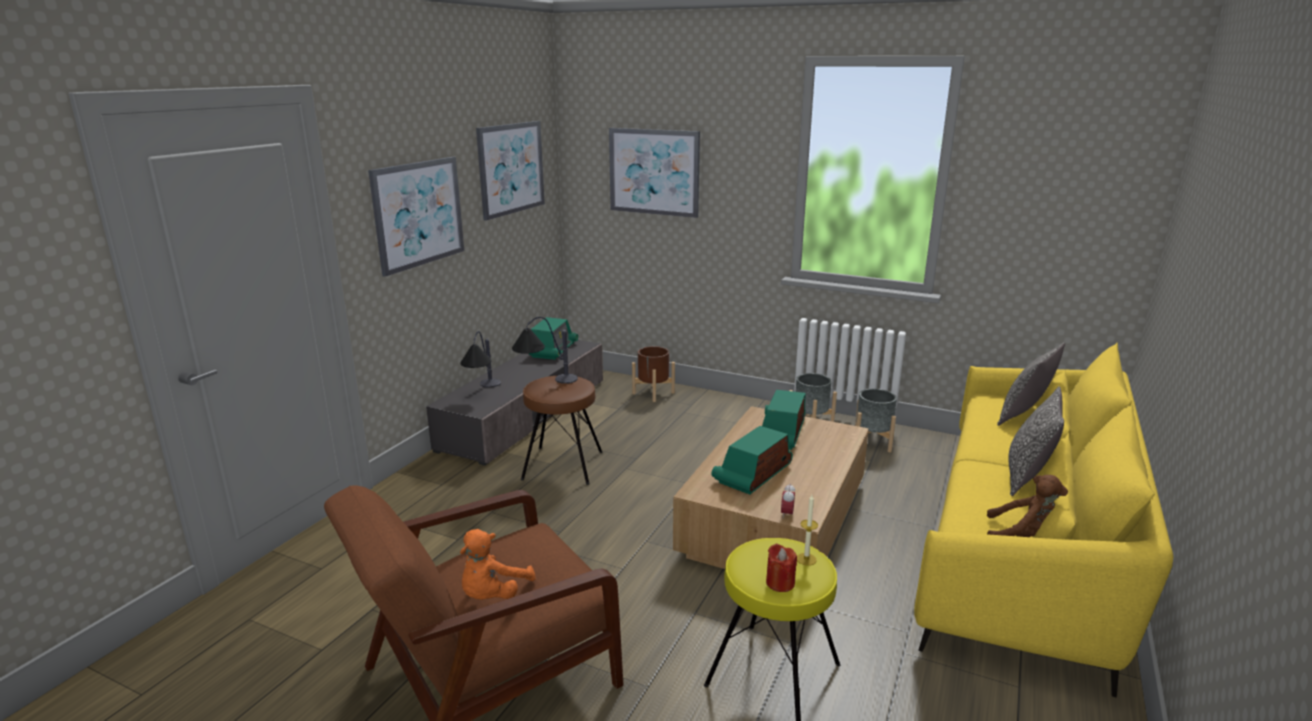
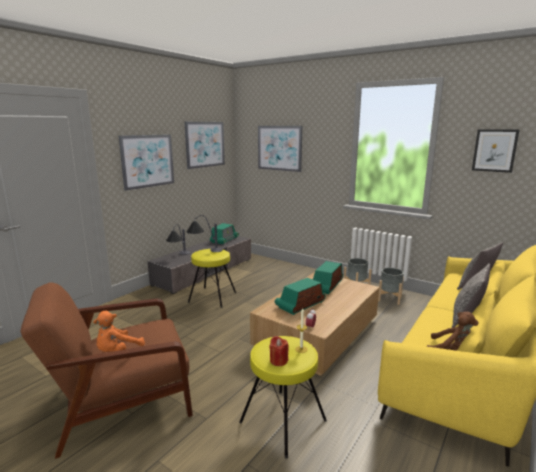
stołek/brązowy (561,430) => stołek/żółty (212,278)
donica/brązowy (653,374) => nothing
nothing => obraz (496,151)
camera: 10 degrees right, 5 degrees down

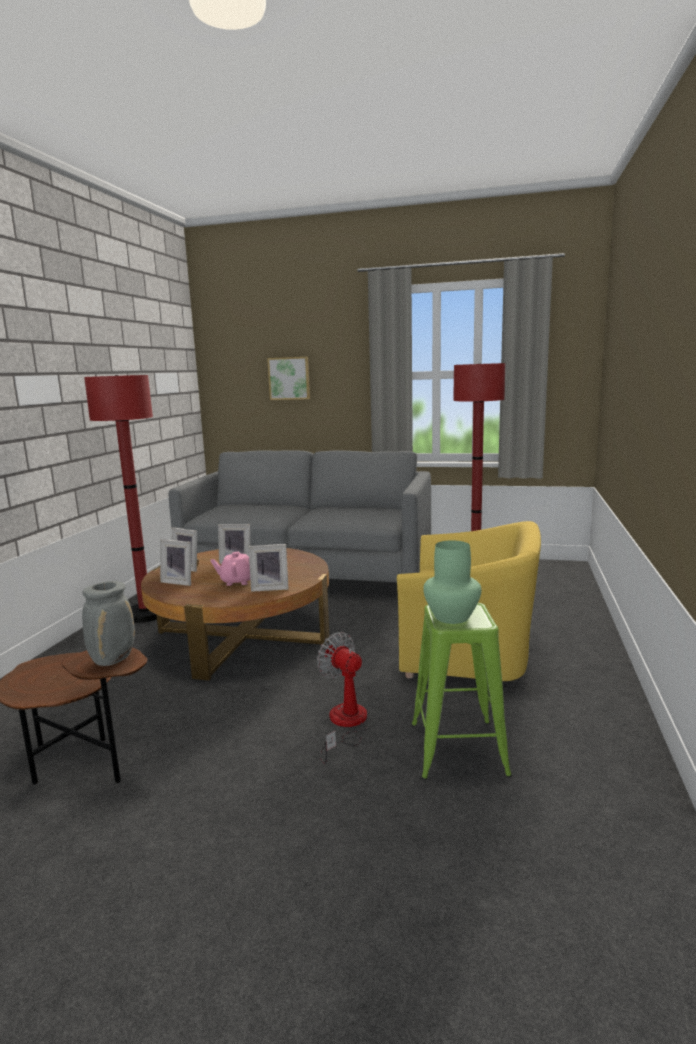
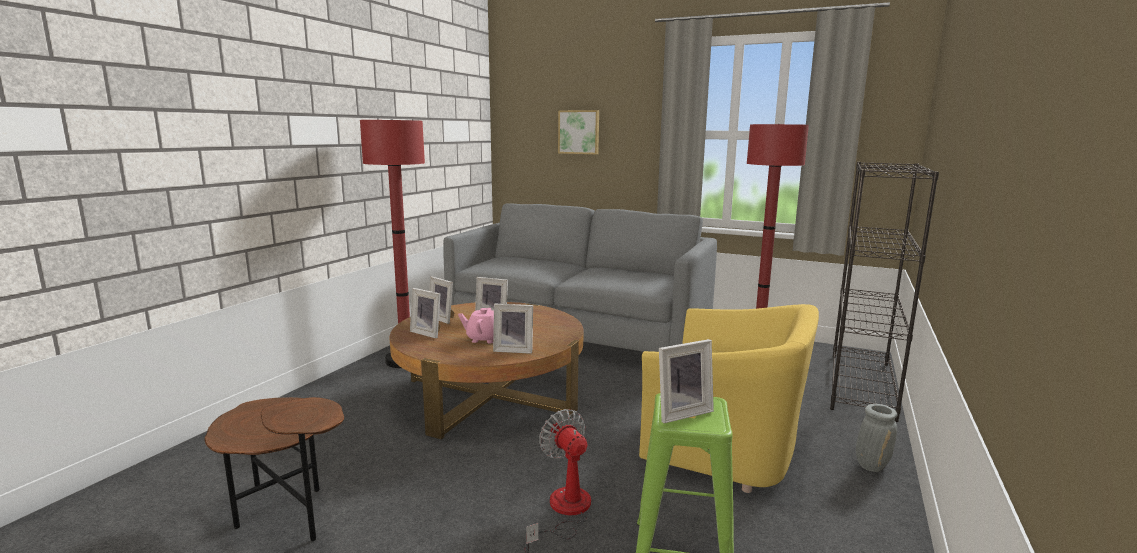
wazon/szary (108,623) => wazon/szary (876,438), move
wazon/zielony (452,582) => ramka na zdjęcie (686,381)
nothing => regał/czarny (884,292)
camera: 10 degrees right, 0 degrees up

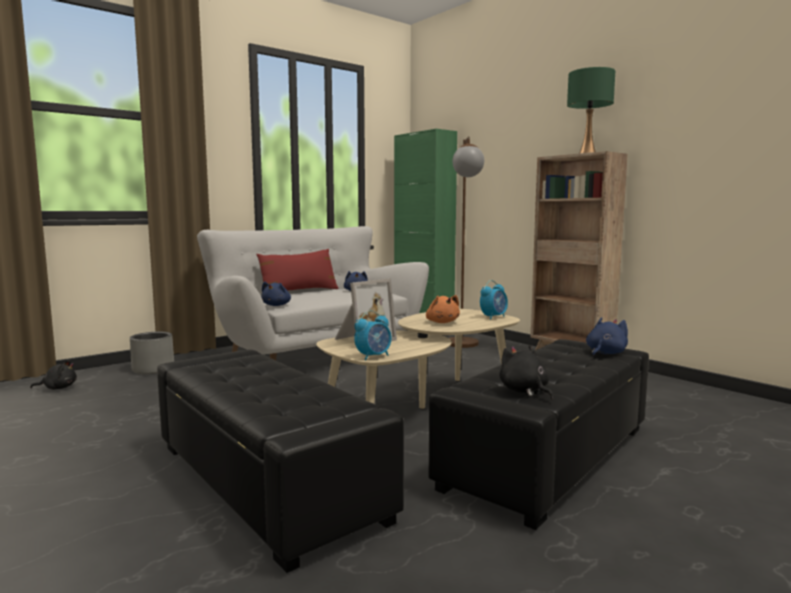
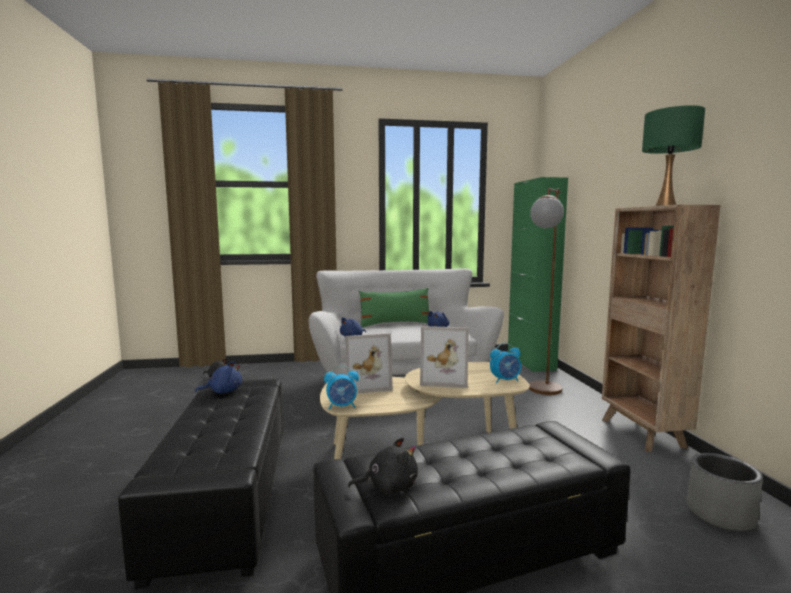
donica/szary (152,353) => donica/szary (725,492), move
poduszka/czerwony (297,270) => poduszka/zielony (394,307)
pluszak/pomarańczowy (443,309) => ramka na zdjęcie (444,357)
pluszak/czarny (526,372) => pluszak/czarny (383,466), 75 degrees clockwise
pluszak/niebieski (607,336) => pluszak/niebieski (218,377), move
camera: 30 degrees right, 0 degrees up

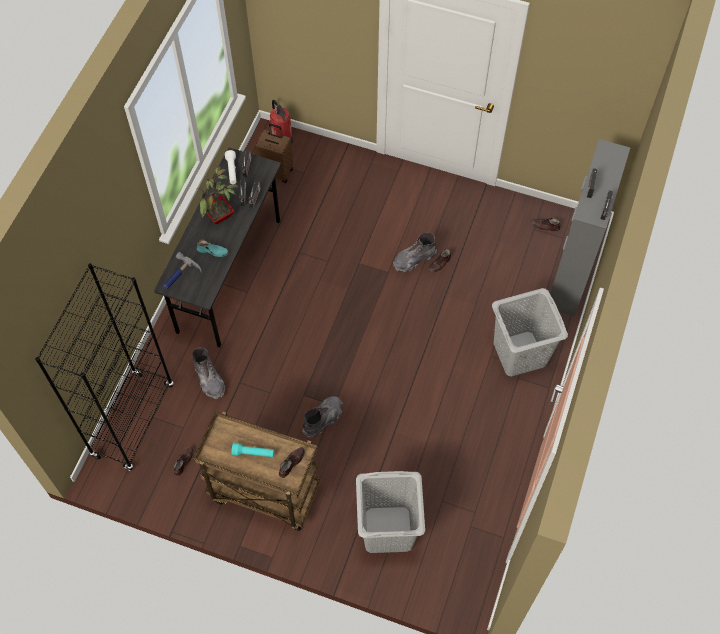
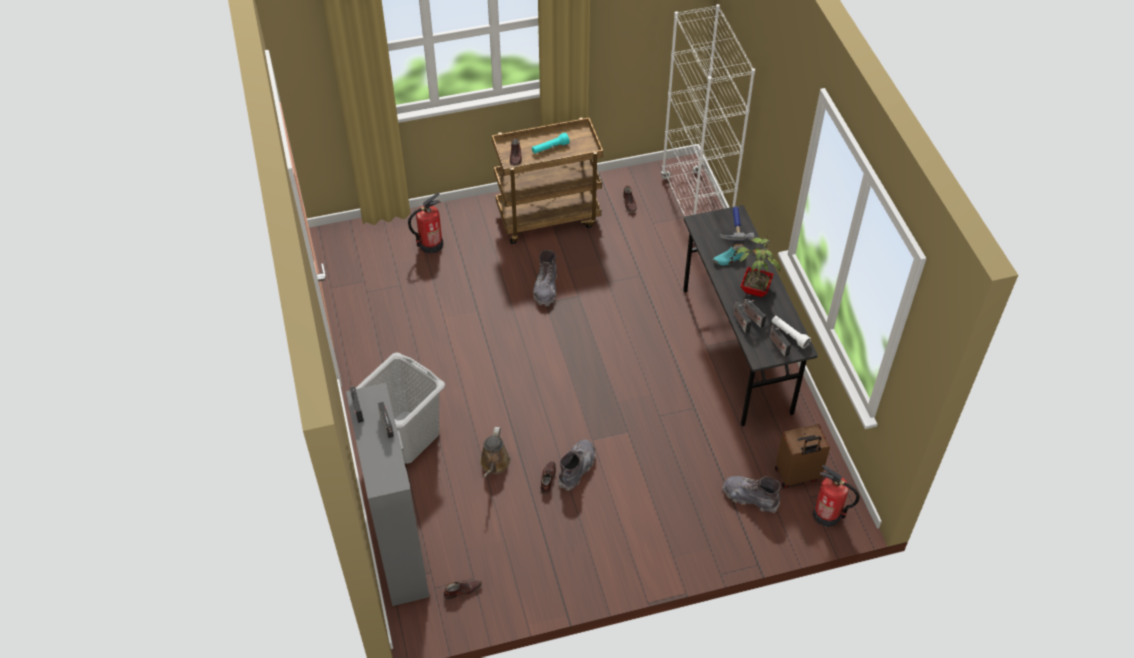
regał/czarny (104,367) => regał/biały (708,123)
but z cholewką/szary (208,373) => but z cholewką/szary (751,494), move
kosz na pranie/szary (390,512) => gaśnica (425,223)
nothing => konewka/brązowy (495,452)
camera: 145 degrees right, 10 degrees down

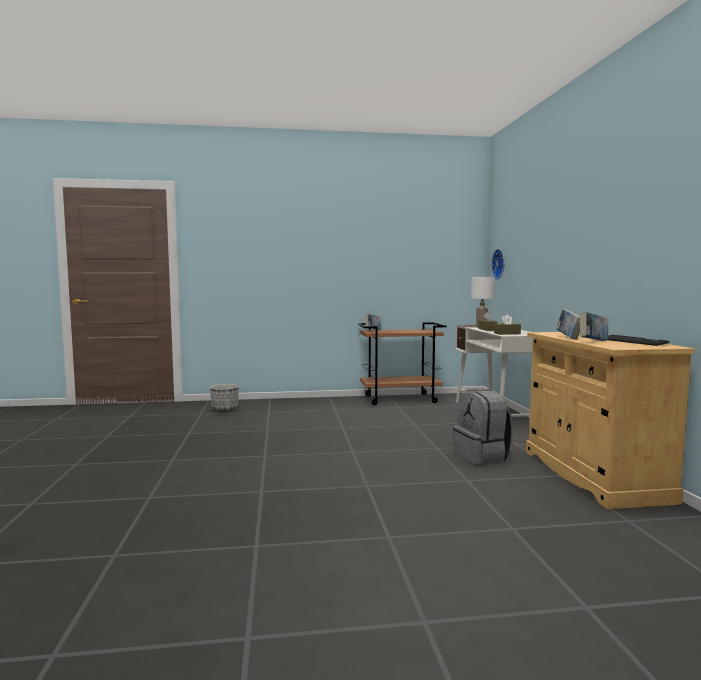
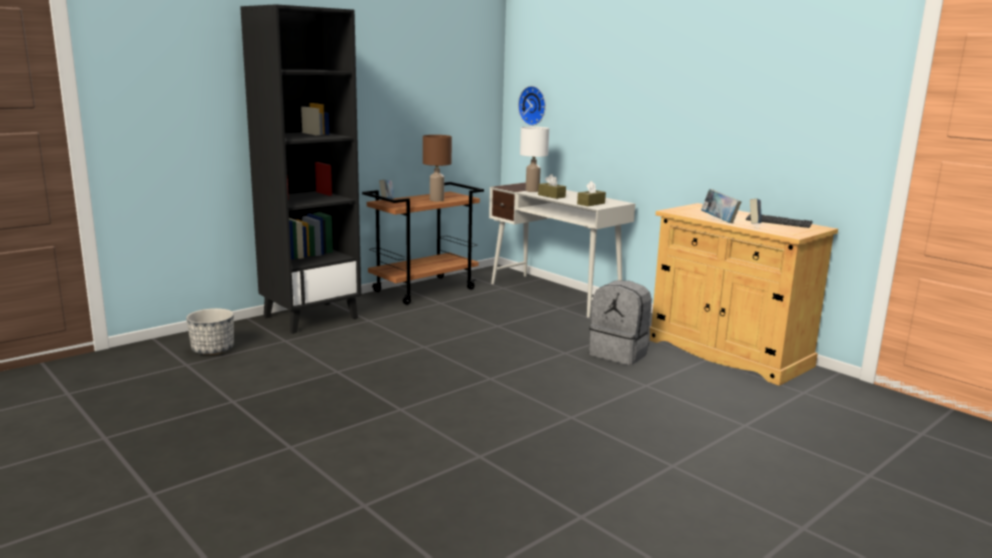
nothing => regał/czarny (300,169)
nothing => lampa stołowa/brązowy (437,168)
camera: 35 degrees left, 10 degrees up

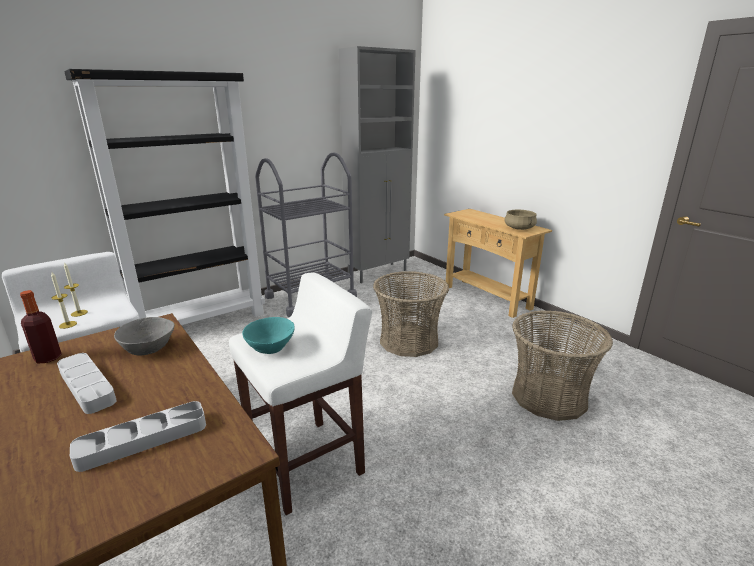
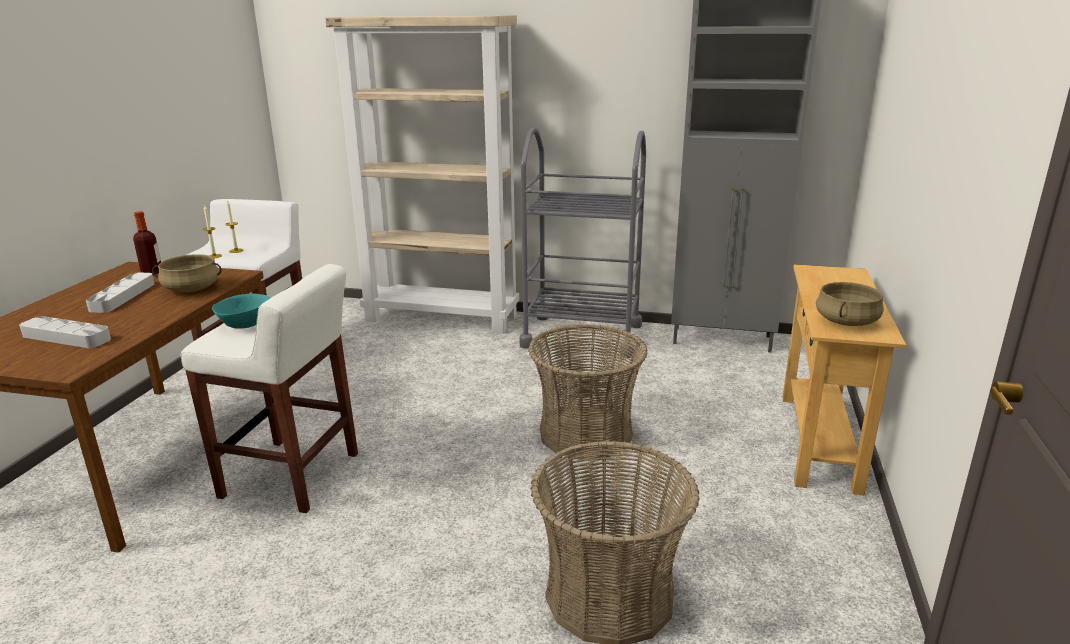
regał/czarny (164,197) => regał/beżowy (422,174)
miska/szary (144,336) => garnek/beżowy (187,273)
camera: 50 degrees right, 0 degrees up

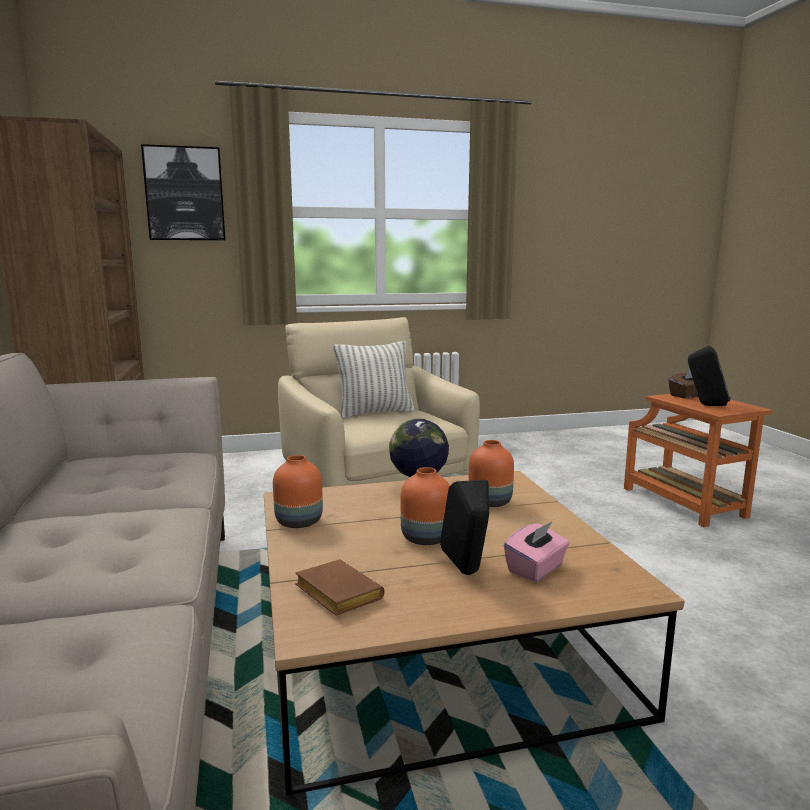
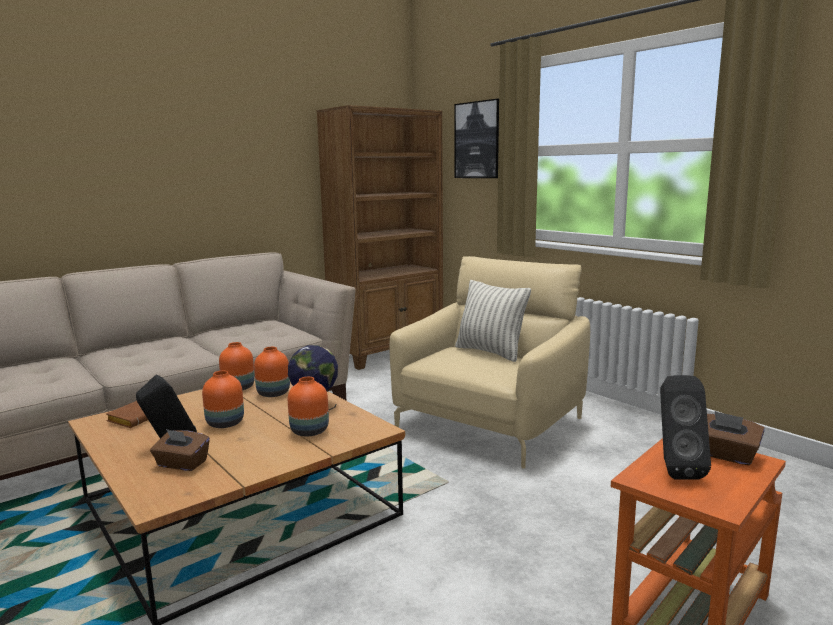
pudełko chusteczek/różowy (537,551) => pudełko chusteczek/brązowy (180,450)
nothing => wazon/pomarańczowy (272,372)
camera: 65 degrees right, 0 degrees up

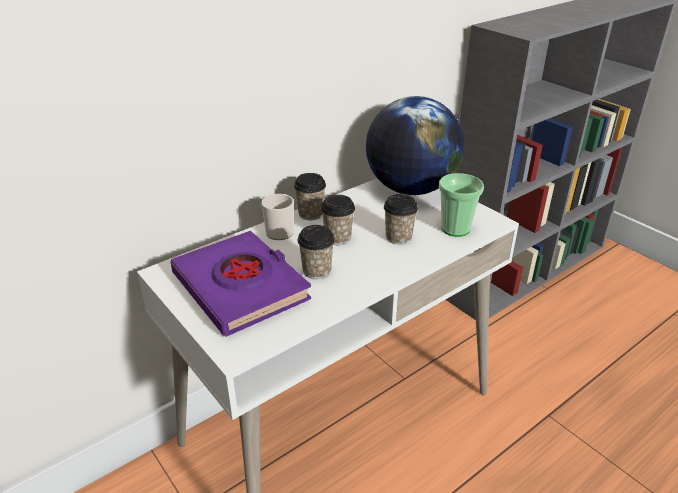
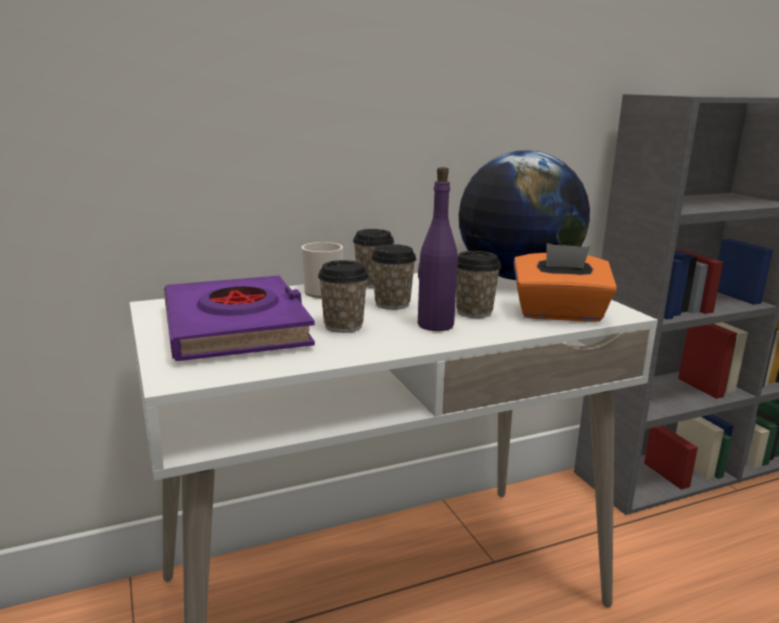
filiżanka (461,205) => pudełko chusteczek/pomarańczowy (565,282)
nothing => butelka/fioletowy (438,249)
camera: 15 degrees right, 15 degrees down

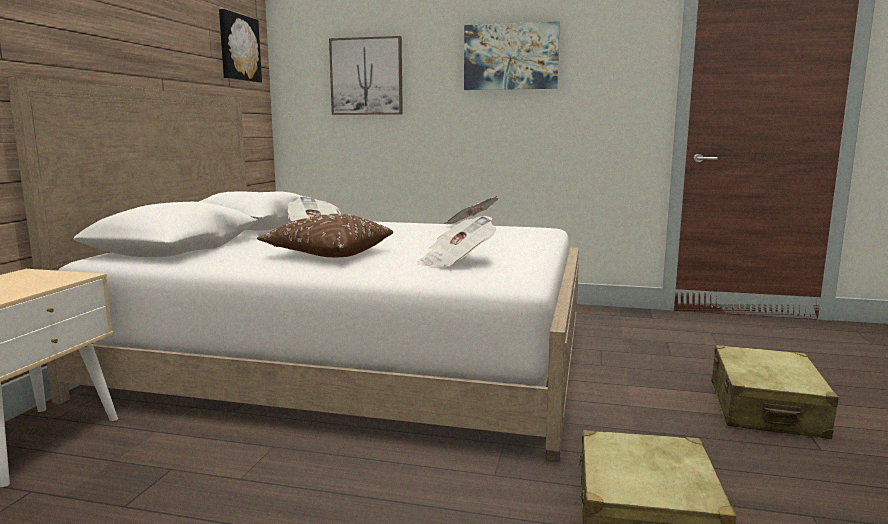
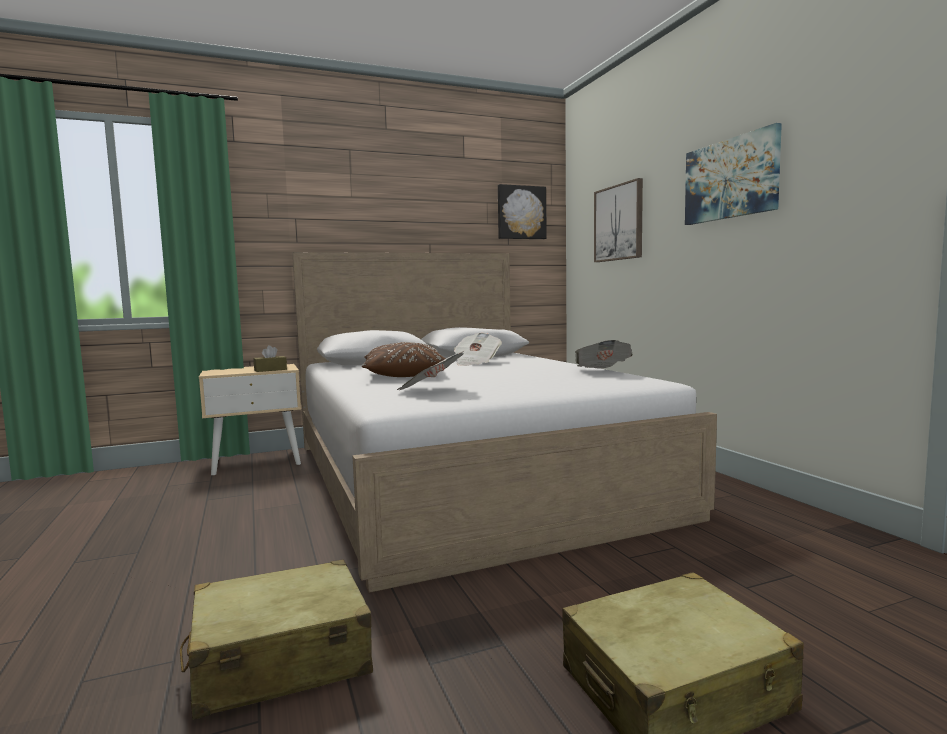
nothing => pudełko chusteczek/brązowy (270,358)
camera: 55 degrees right, 5 degrees down

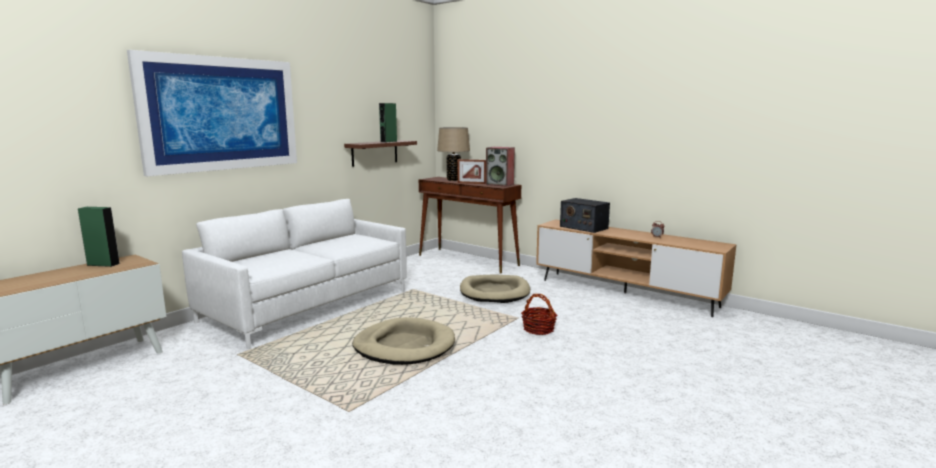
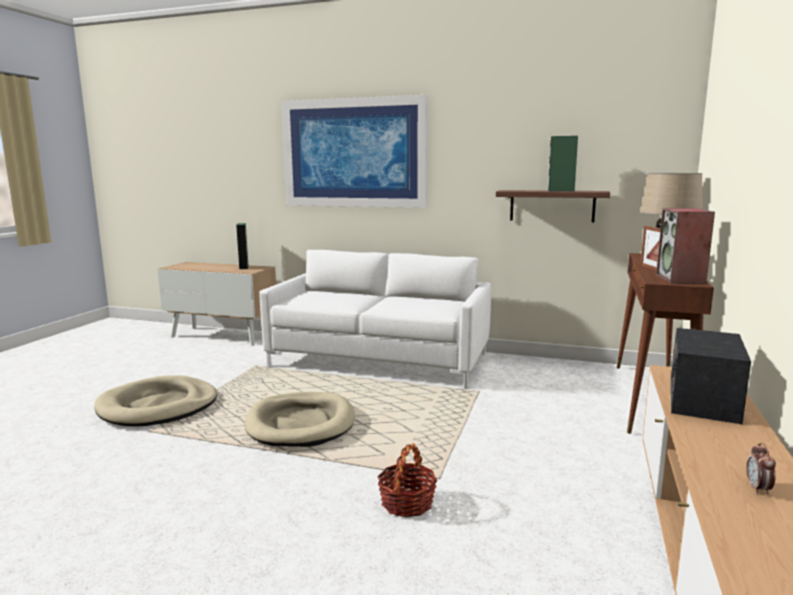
legowisko/beżowy (495,289) => legowisko/beżowy (155,401), move
camera: 70 degrees right, 0 degrees up

